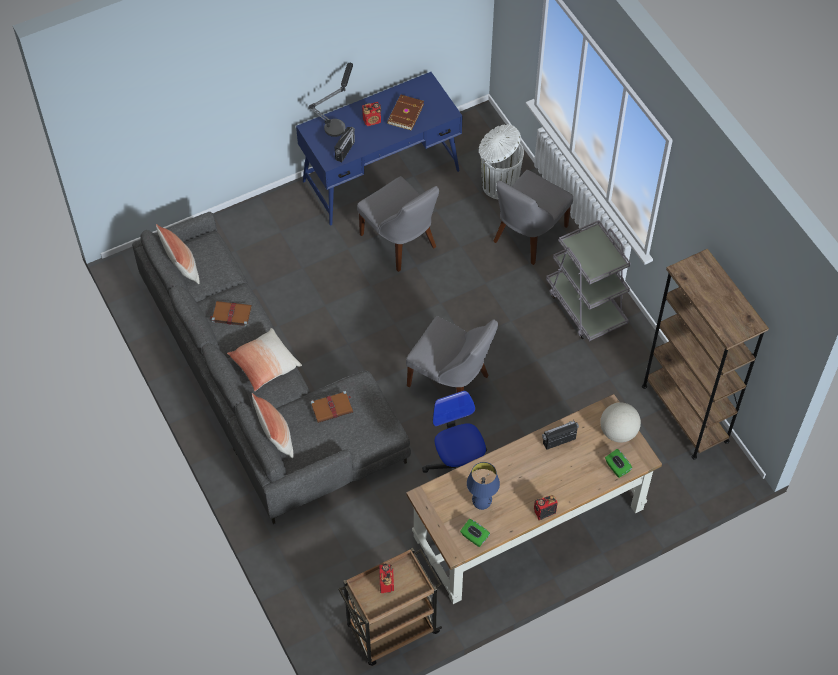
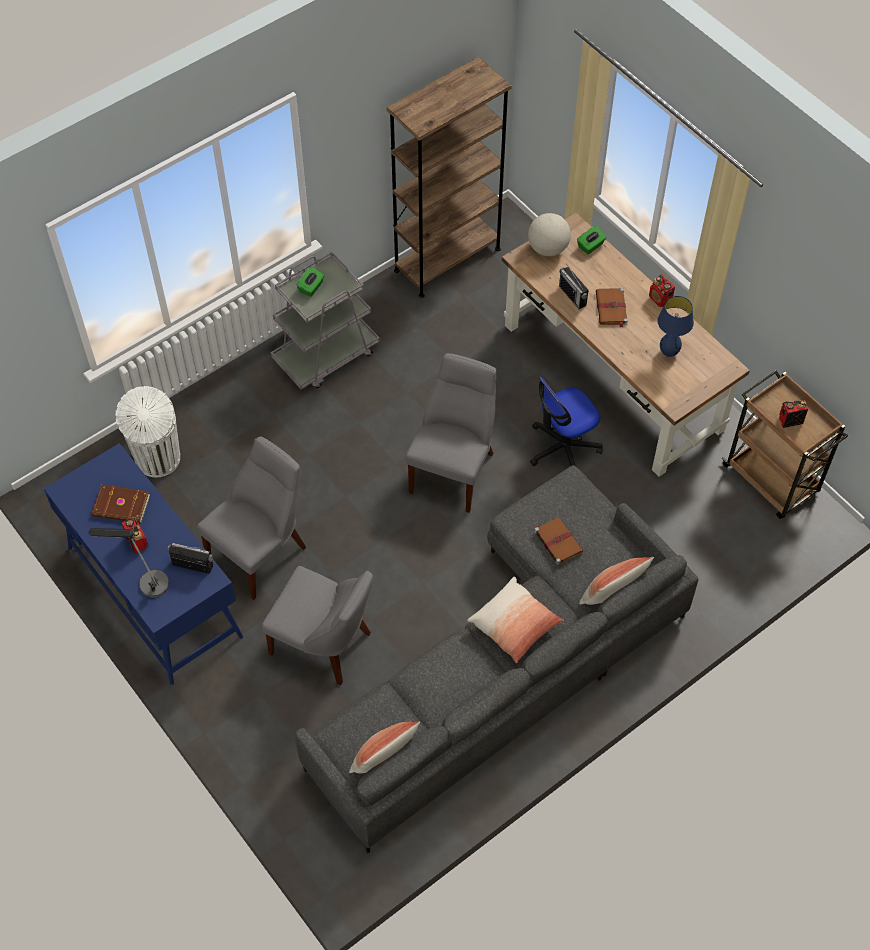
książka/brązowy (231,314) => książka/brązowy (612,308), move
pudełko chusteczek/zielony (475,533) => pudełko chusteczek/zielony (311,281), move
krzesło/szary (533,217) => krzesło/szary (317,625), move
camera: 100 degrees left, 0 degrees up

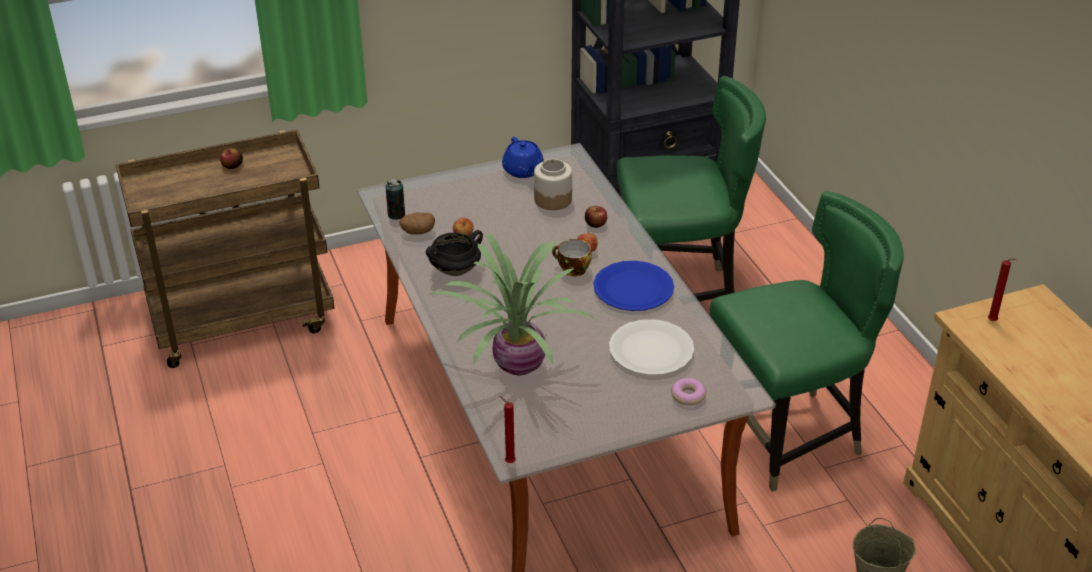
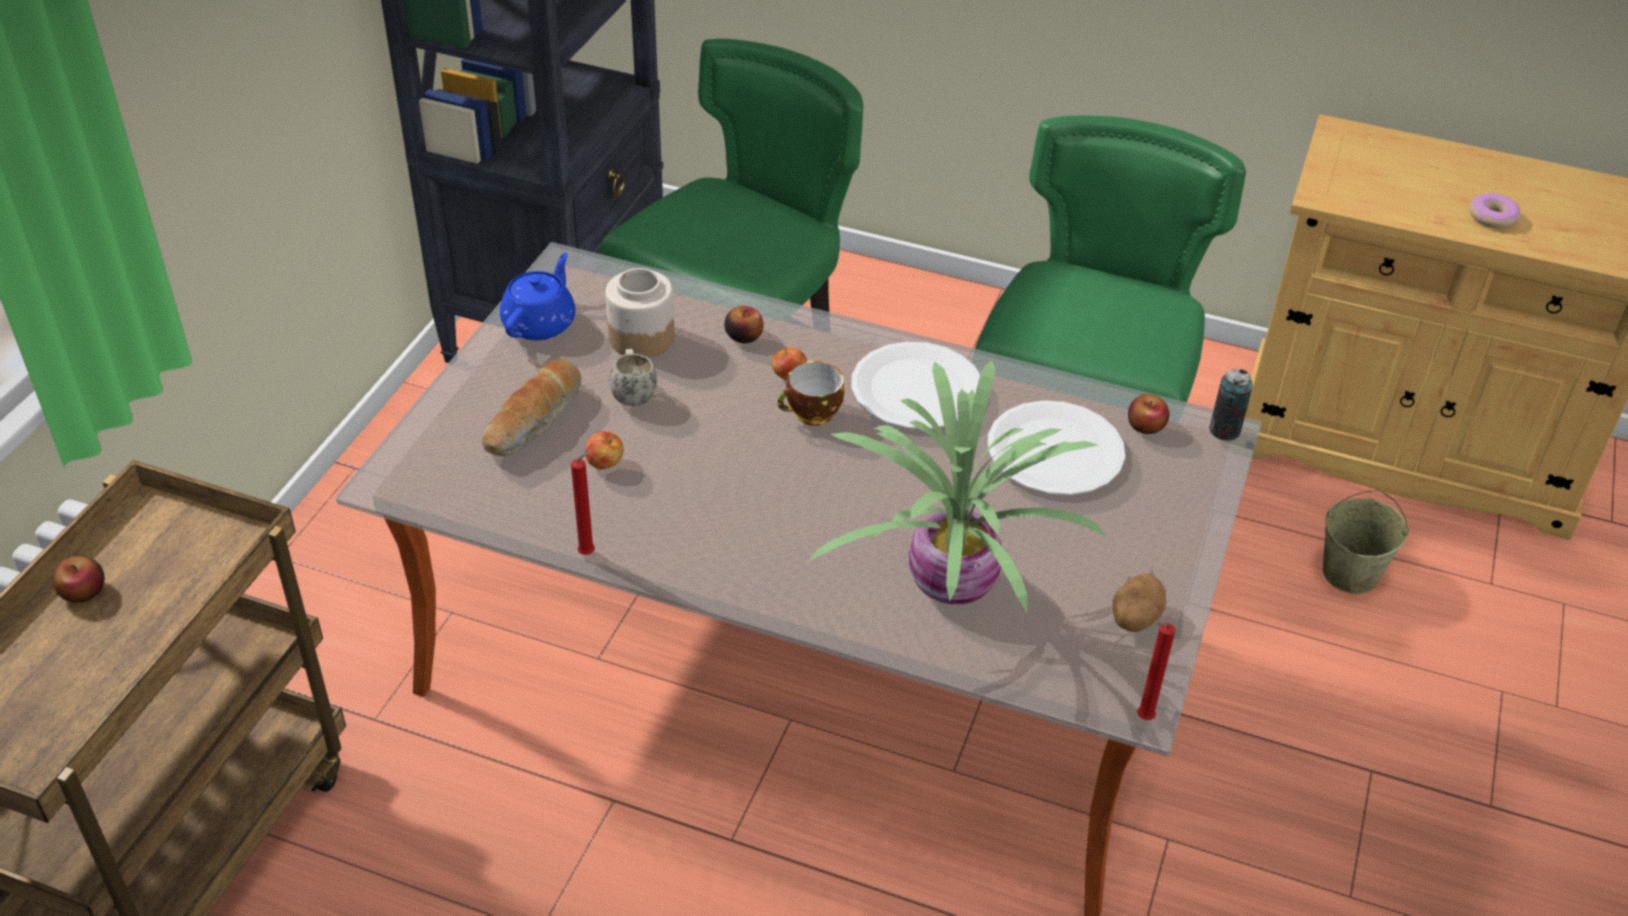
puszka (395,199) => puszka (1231,405), move
ziemniak (417,223) => ziemniak (1139,602), move
garnek/czarny (454,253) => nothing
imbryk/niebieski (523,157) => imbryk/niebieski (538,296), 90 degrees counterclockwise
talerz/niebieski (633,286) => talerz/biały (915,385)
donut (688,391) => donut (1495,211), move
świeca/czerwony (1002,290) => świeca/czerwony (583,503), move
nothing => chleb (532,407)
nothing => kubek/biały (633,377)
nothing => jabłko (1149,414)
camera: 50 degrees left, 5 degrees up

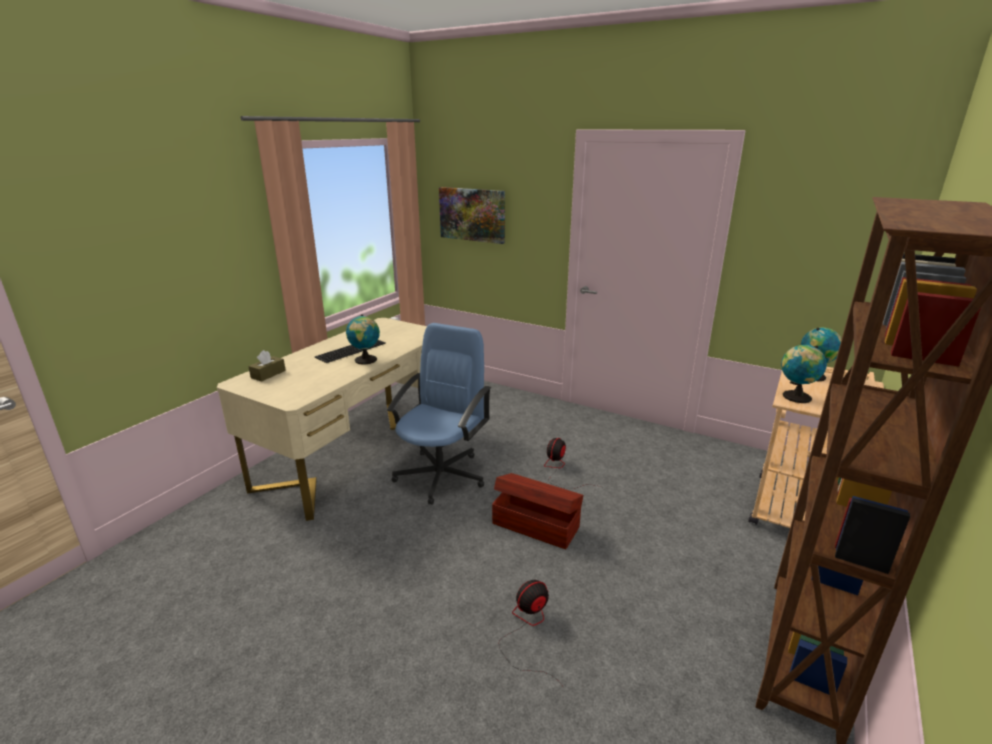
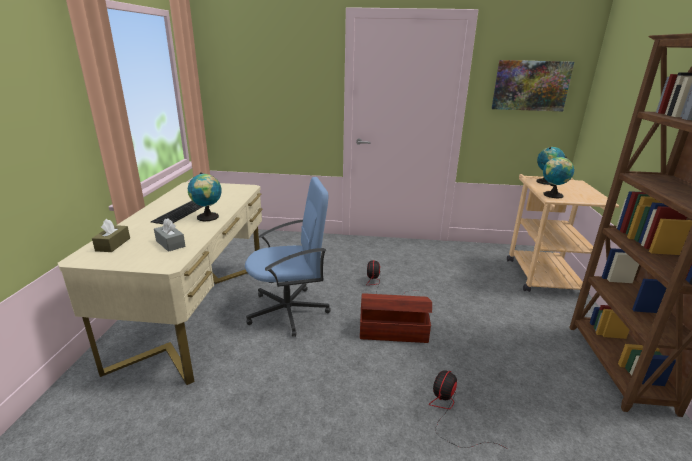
krzesło biurowe/niebieski (439,414) => krzesło biurowe/niebieski (288,257), 75 degrees clockwise
obraz (472,215) => obraz (533,85), move
nothing => pudełko chusteczek/szary (169,235)
camera: 25 degrees left, 0 degrees up

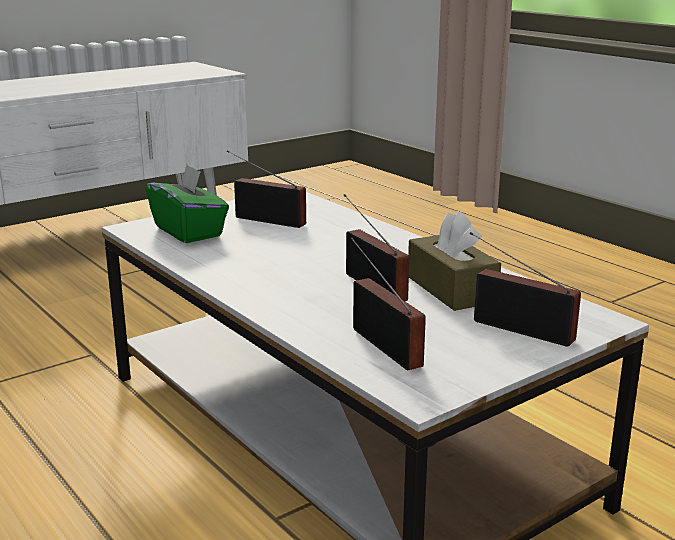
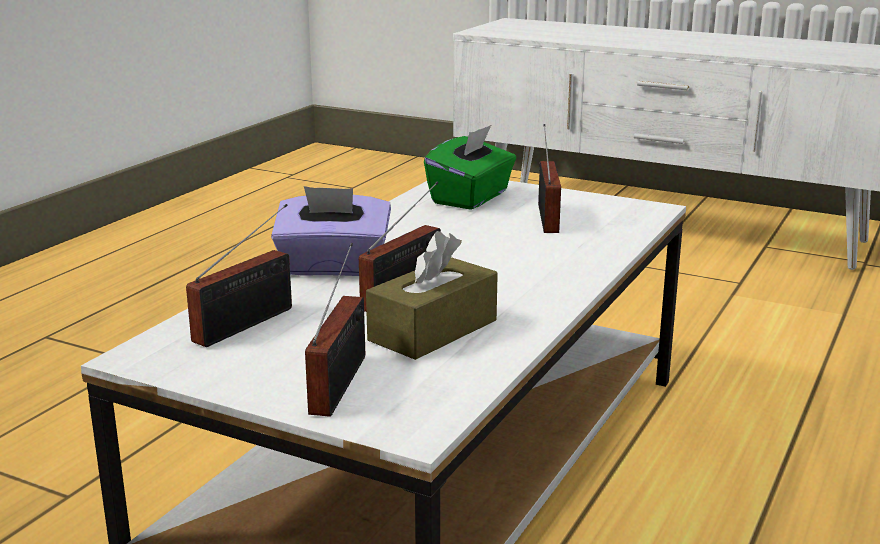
nothing => pudełko chusteczek/fioletowy (331,231)
camera: 65 degrees right, 0 degrees up

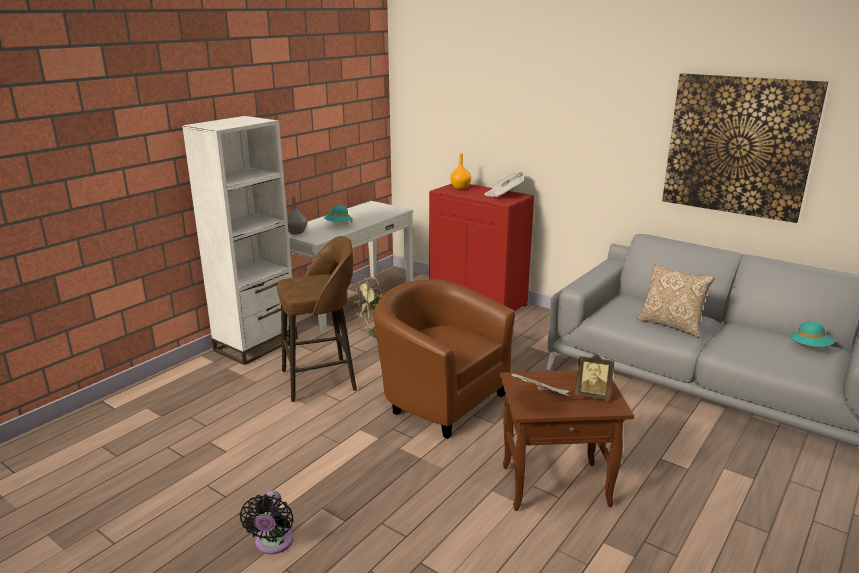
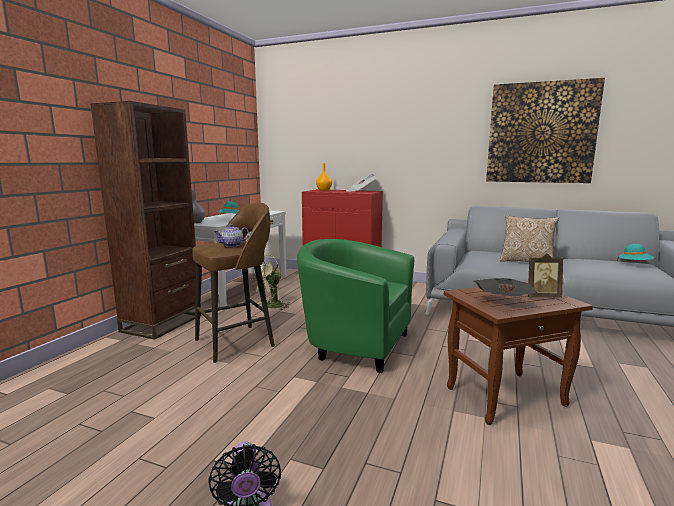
regał/biały (240,240) => regał/brązowy (145,220)
fotel/brązowy (445,359) => fotel/zielony (355,306)
nothing => imbryk (231,235)
camera: 15 degrees left, 10 degrees down

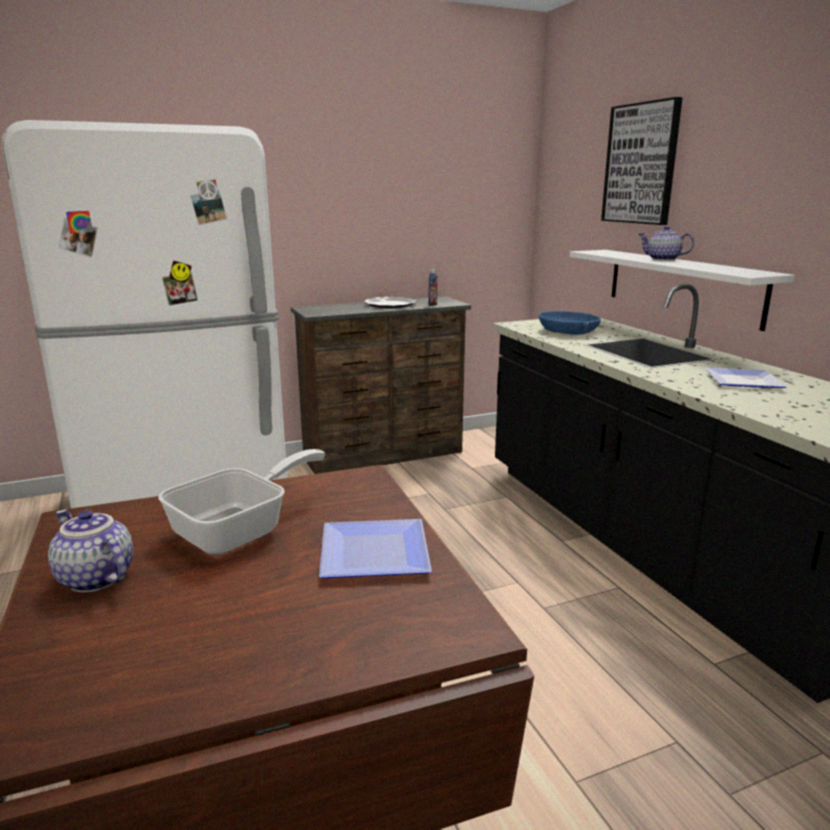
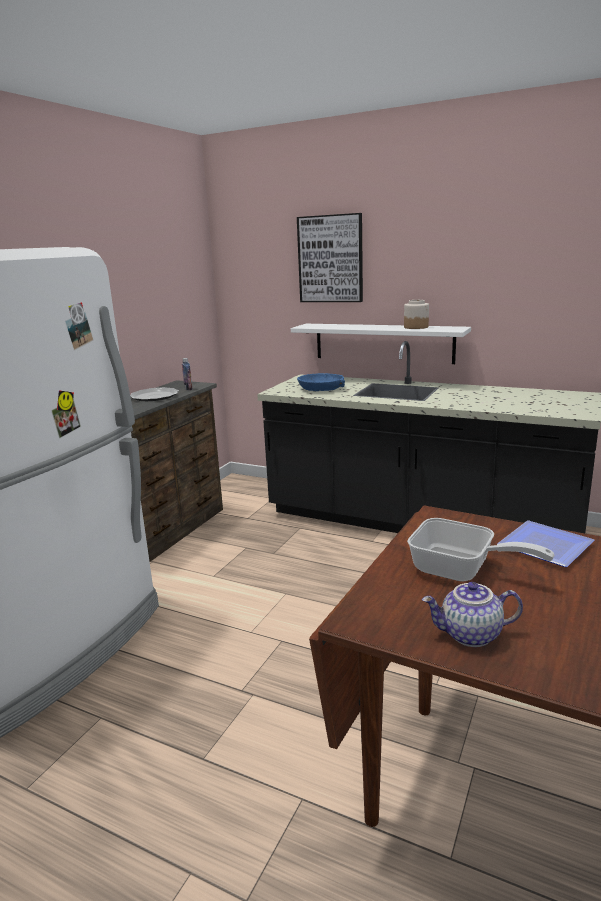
patelnia (241,502) => patelnia (480,550), 120 degrees clockwise
imbryk (666,243) => nothing
talerz (746,378) => nothing
nothing => słoik (416,314)
camera: 40 degrees left, 0 degrees up

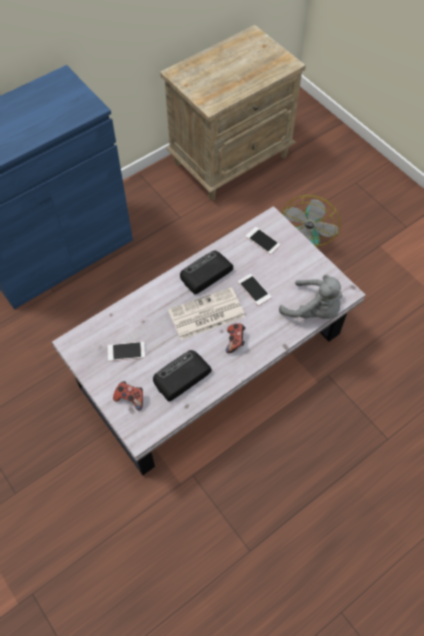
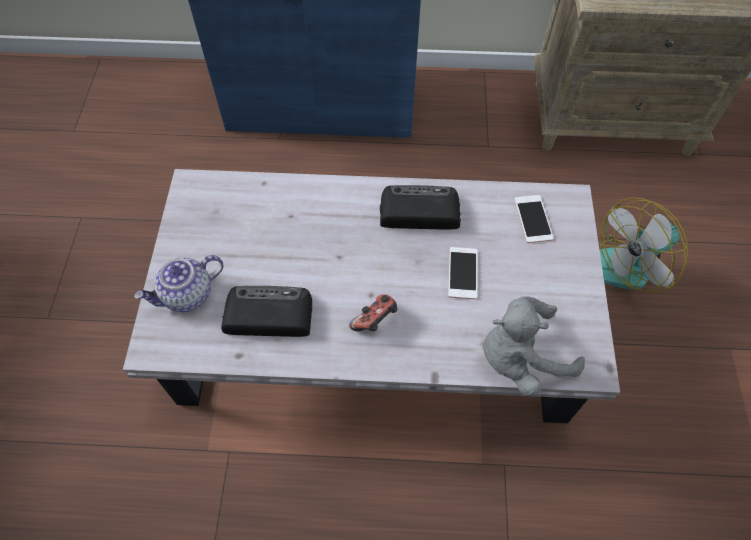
telefon (126,351) => nothing
pad do gier (128,395) => imbryk (179,283)
gazeta (206,313) => nothing
pluszak/szary (311,297) => pluszak/szary (534,346), 90 degrees clockwise
camera: 40 degrees right, 0 degrees up

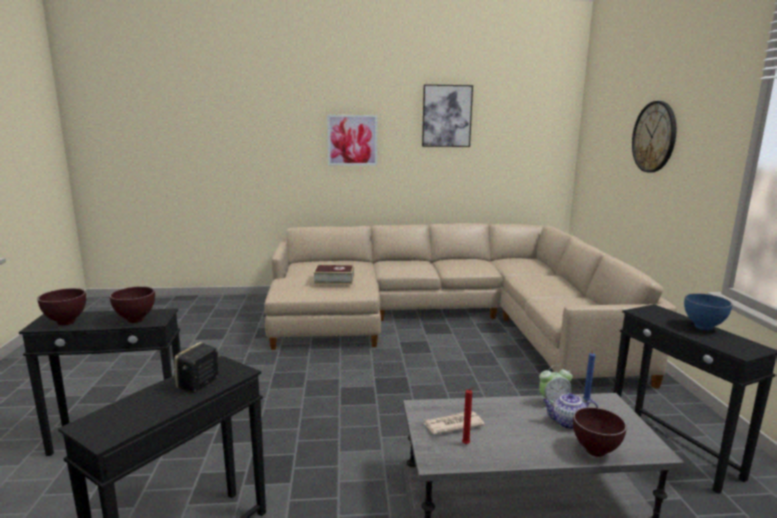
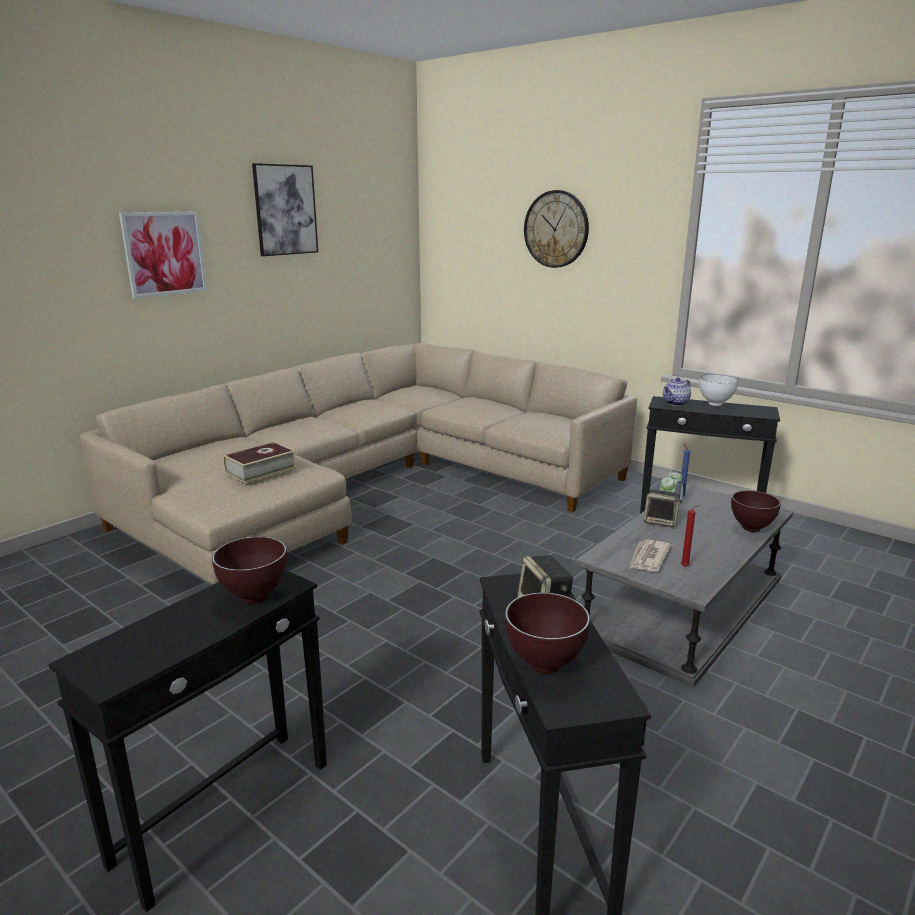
miska/brązowy (61,306) => miska/brązowy (547,633), move
imbryk (570,411) => imbryk (677,391), move
miska/niebieski (708,311) => miska/biały (719,390)
nothing => głośnik (663,508)
camera: 45 degrees left, 5 degrees up

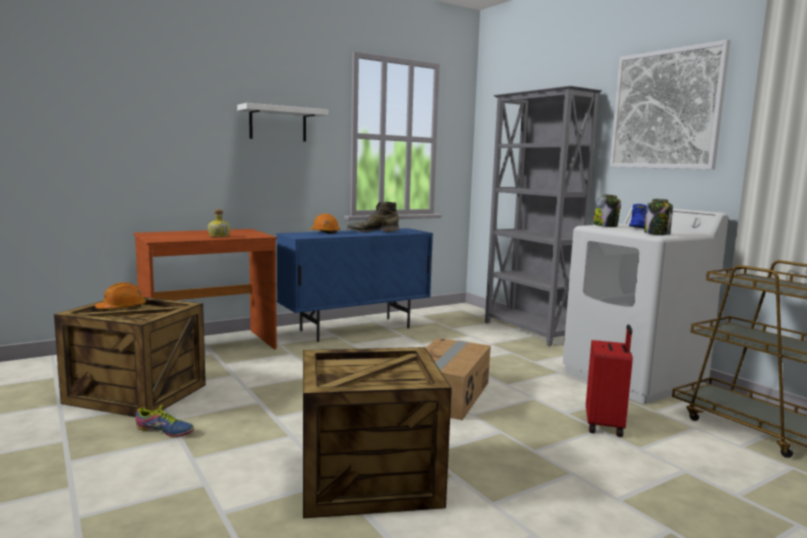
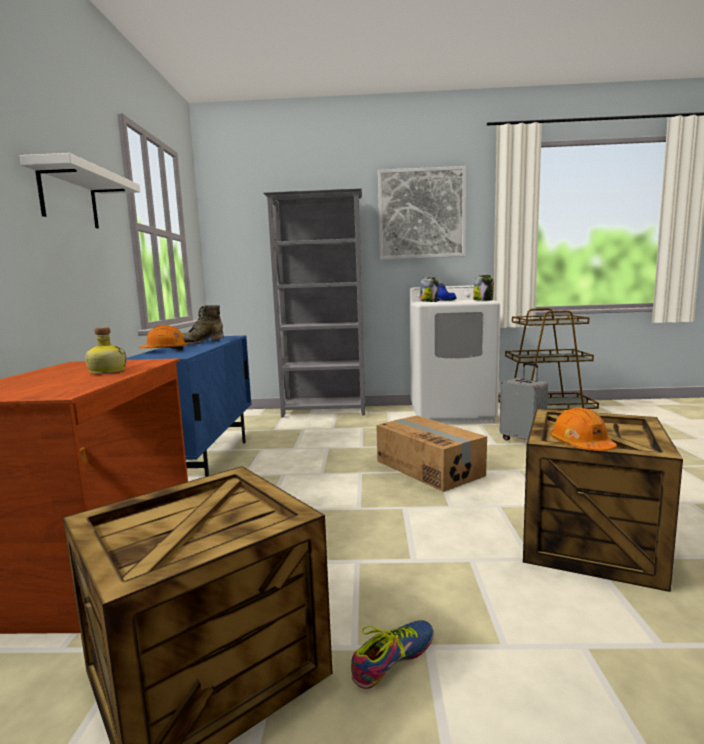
kask/pomarańczowy (120,295) => kask/pomarańczowy (583,429), move
walizka/czerwony (609,381) => walizka/szary (524,401)
camera: 55 degrees left, 0 degrees up

